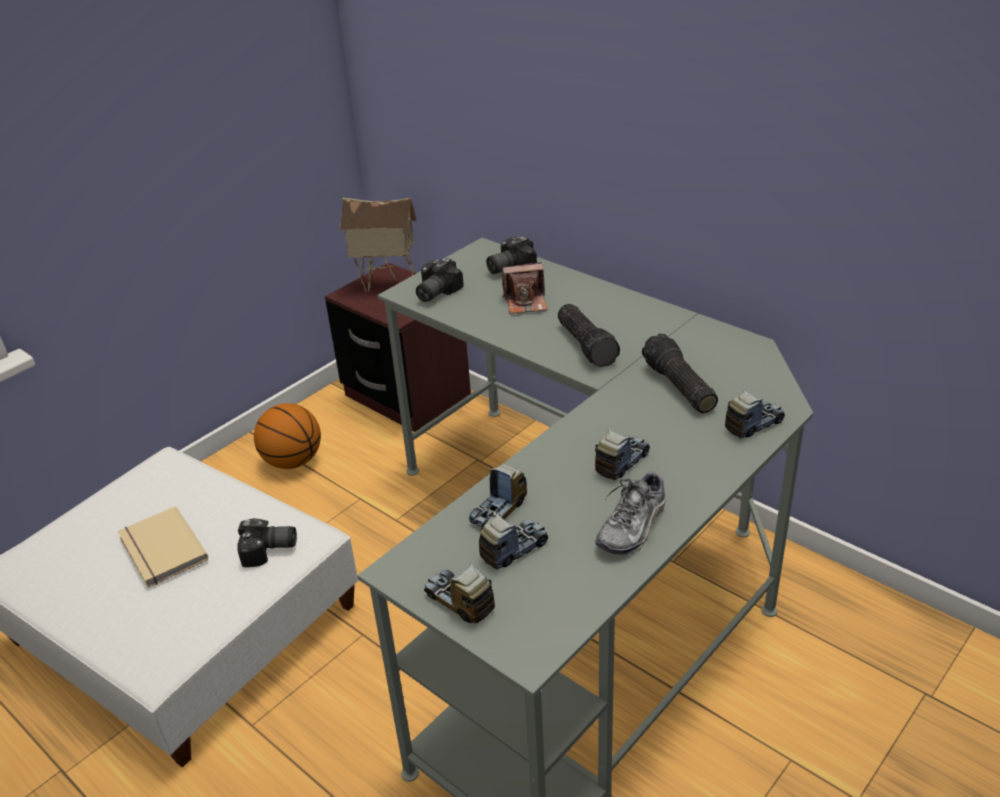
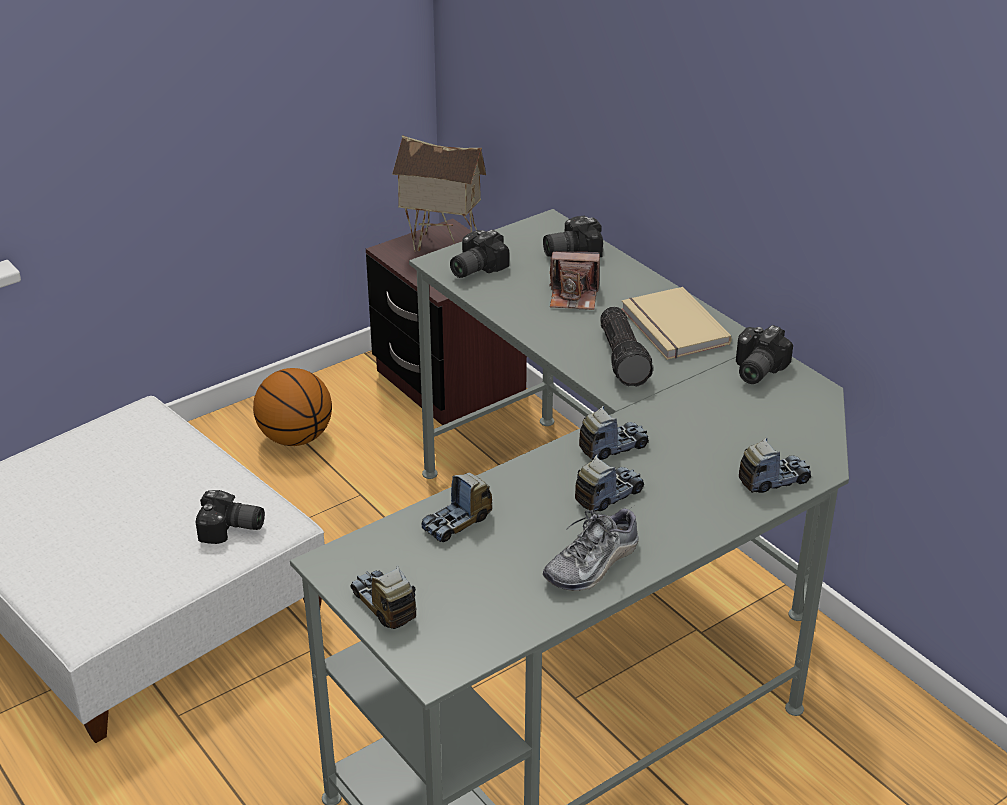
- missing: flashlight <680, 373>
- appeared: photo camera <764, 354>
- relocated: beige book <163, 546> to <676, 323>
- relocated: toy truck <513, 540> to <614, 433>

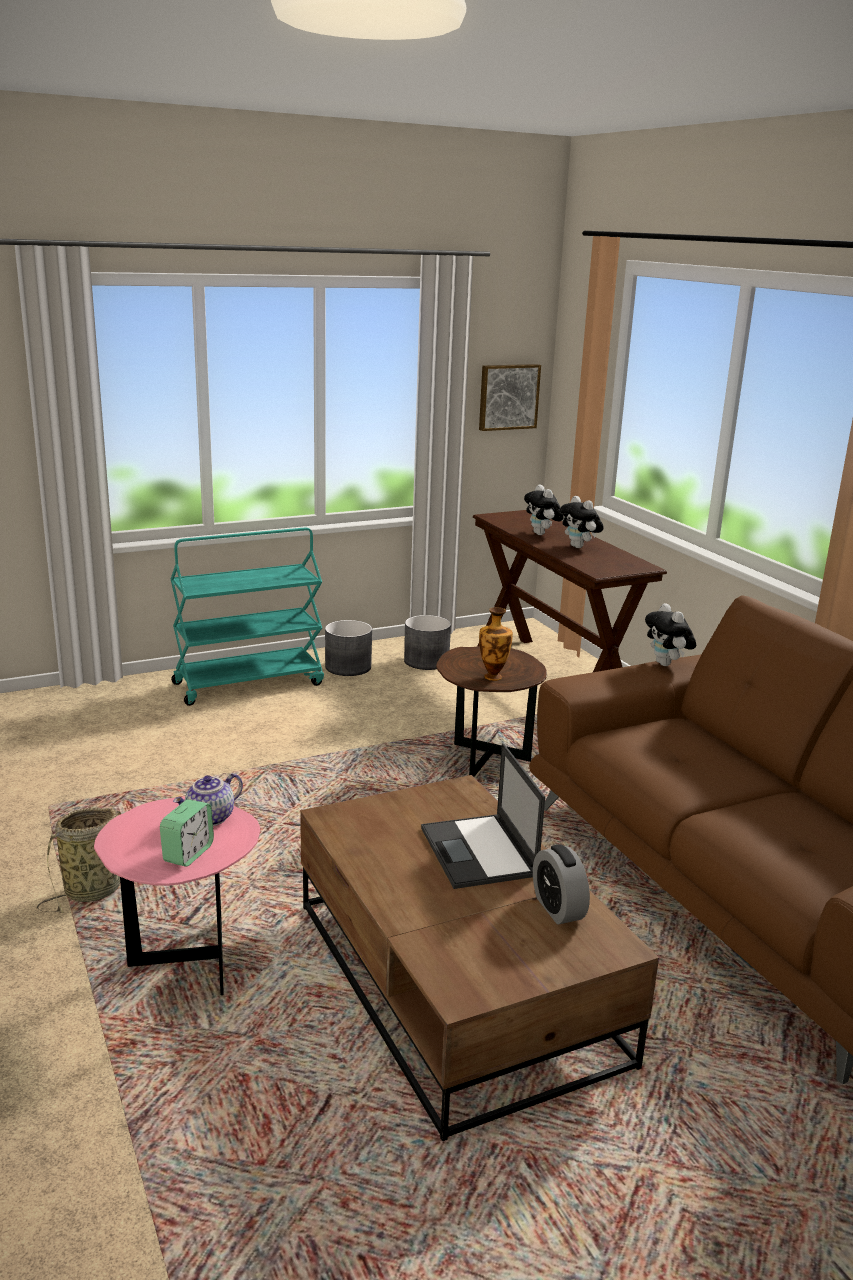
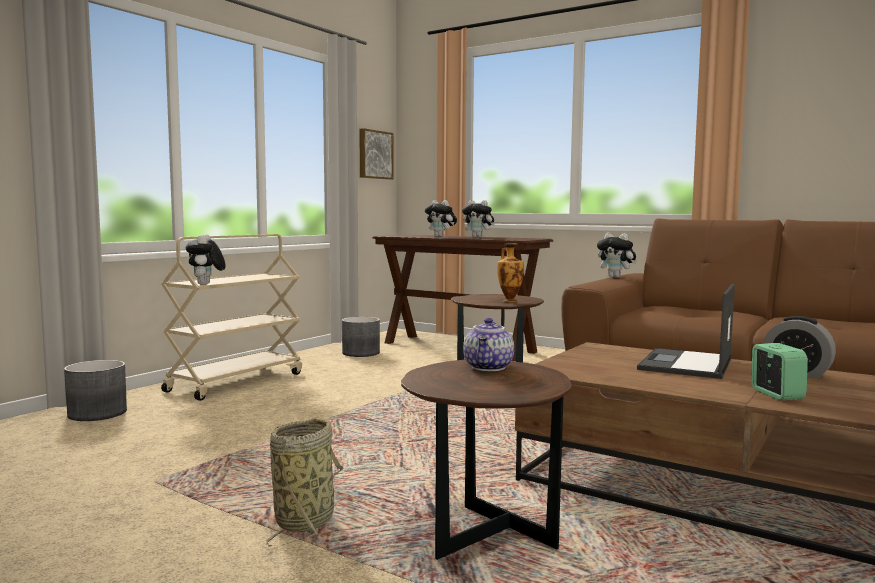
- appeared: plush toy <206, 259>
- relocated: alarm clock <187, 833> to <780, 371>
- relocated: grey planter <348, 648> to <95, 390>
- colour: pink side table <177, 895> to brown side table <486, 460>
- colour: turquoise cart <247, 616> to beige cart <231, 317>
- spun: laptop <483, 816> = <686, 331> 75 degrees clockwise

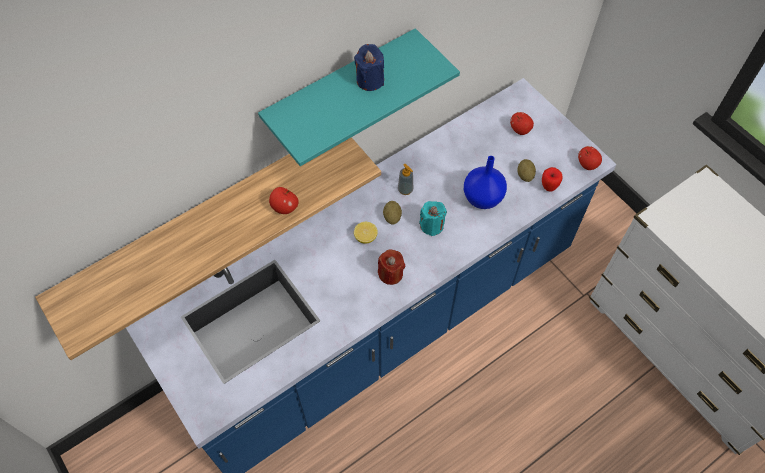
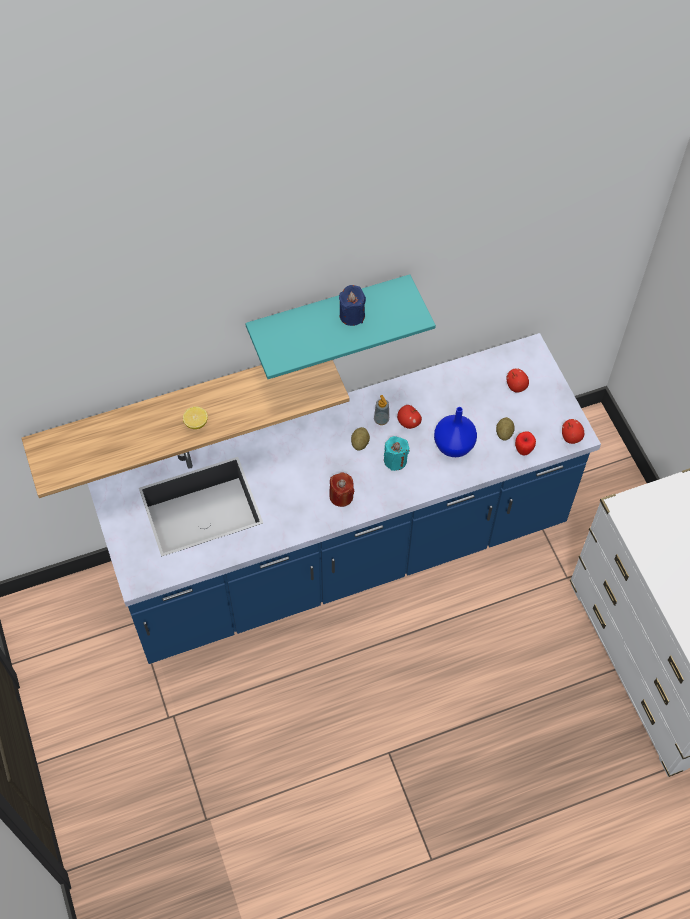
- relocated: apple <284, 200> to <409, 417>
- relocated: lemon <366, 233> to <195, 418>

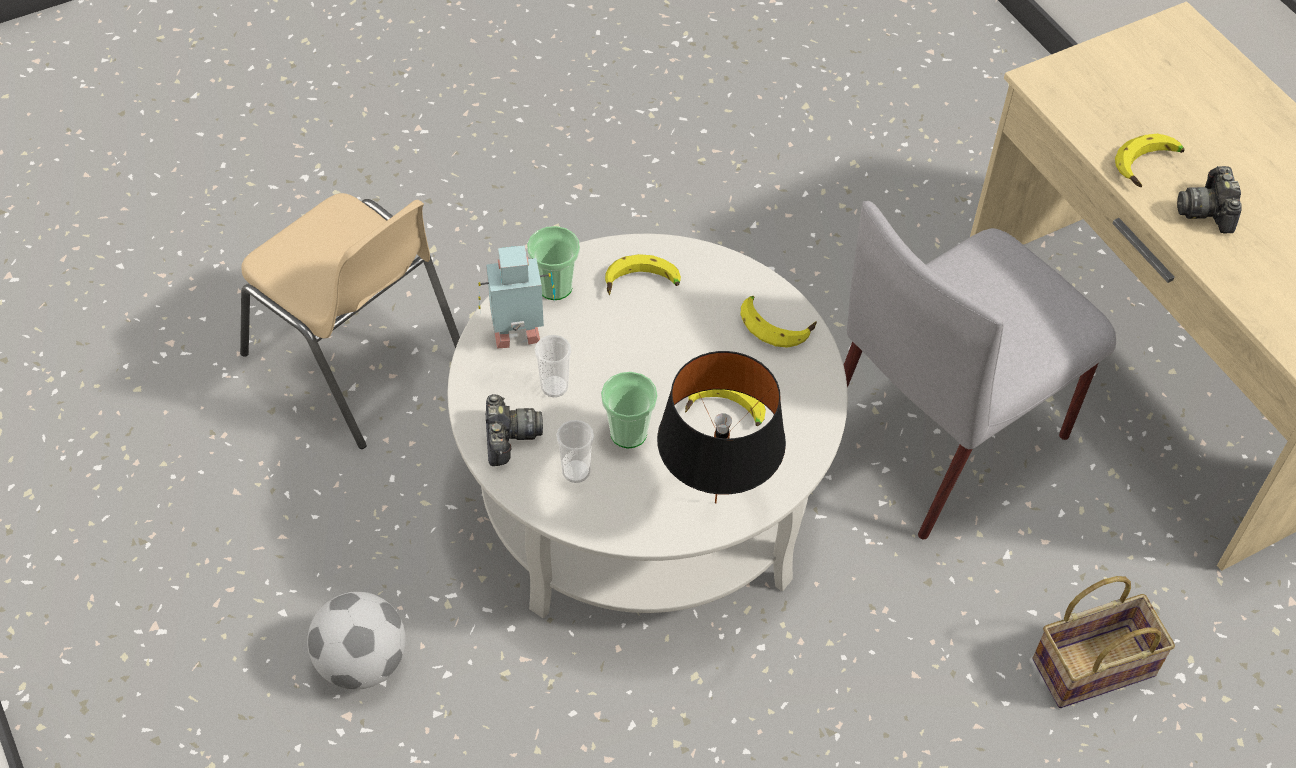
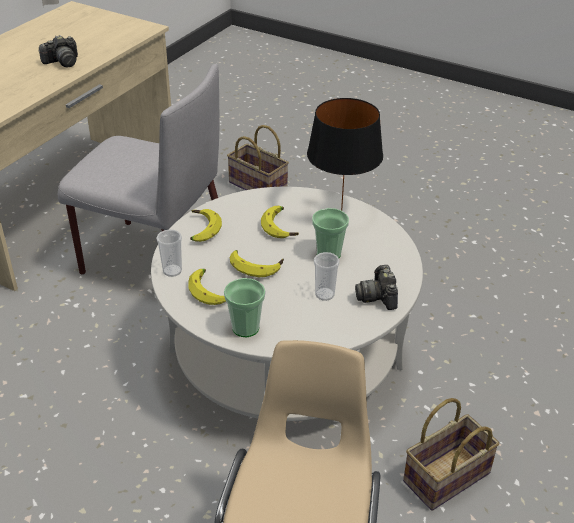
- missing: football <356, 641>
- missing: toy robot <516, 296>
- appeared: basket <451, 454>
- relocated: cup <575, 451> to <169, 253>
- relocated: banana <1149, 160> to <256, 263>
- spun: photo camera <514, 430> = <376, 287> 60 degrees counterclockwise

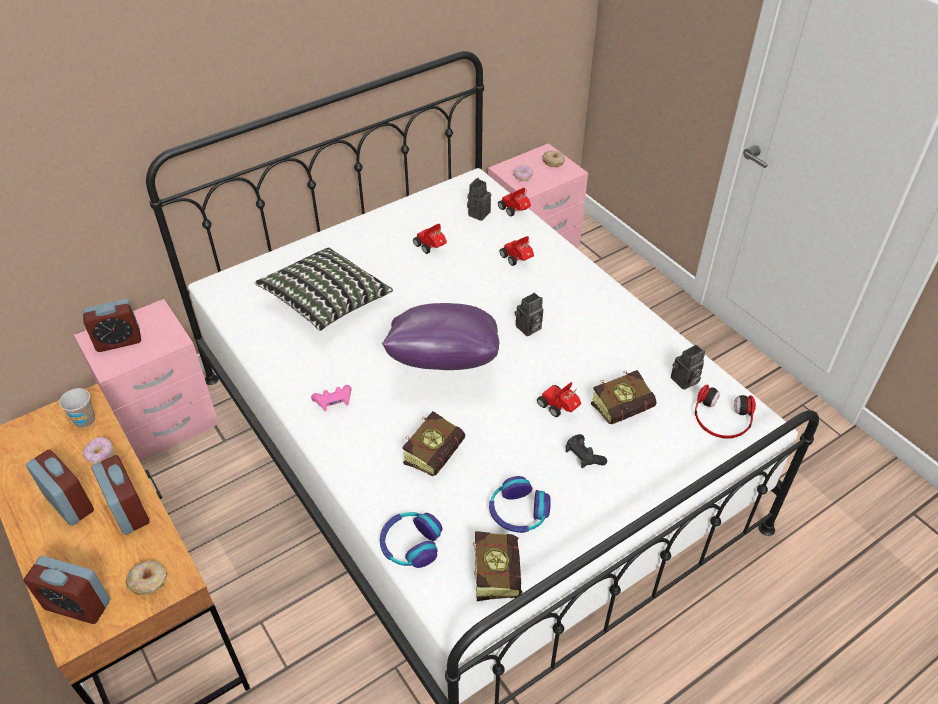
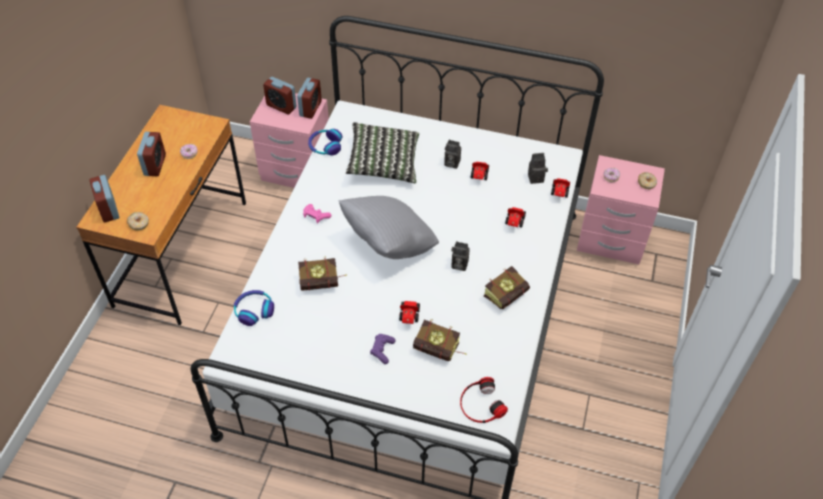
- missing: cup <77, 408>
- relocated: alarm clock <120, 495> to <309, 98>
- relocated: book <497, 566> to <507, 287>
- relocated: headphones <520, 504> to <325, 142>
- relocated: photo camera <688, 367> to <452, 154>
- colour: purple pillow <440, 336> to grey pillow <389, 227>
- colour: black game controller <586, 451> to purple game controller <382, 349>

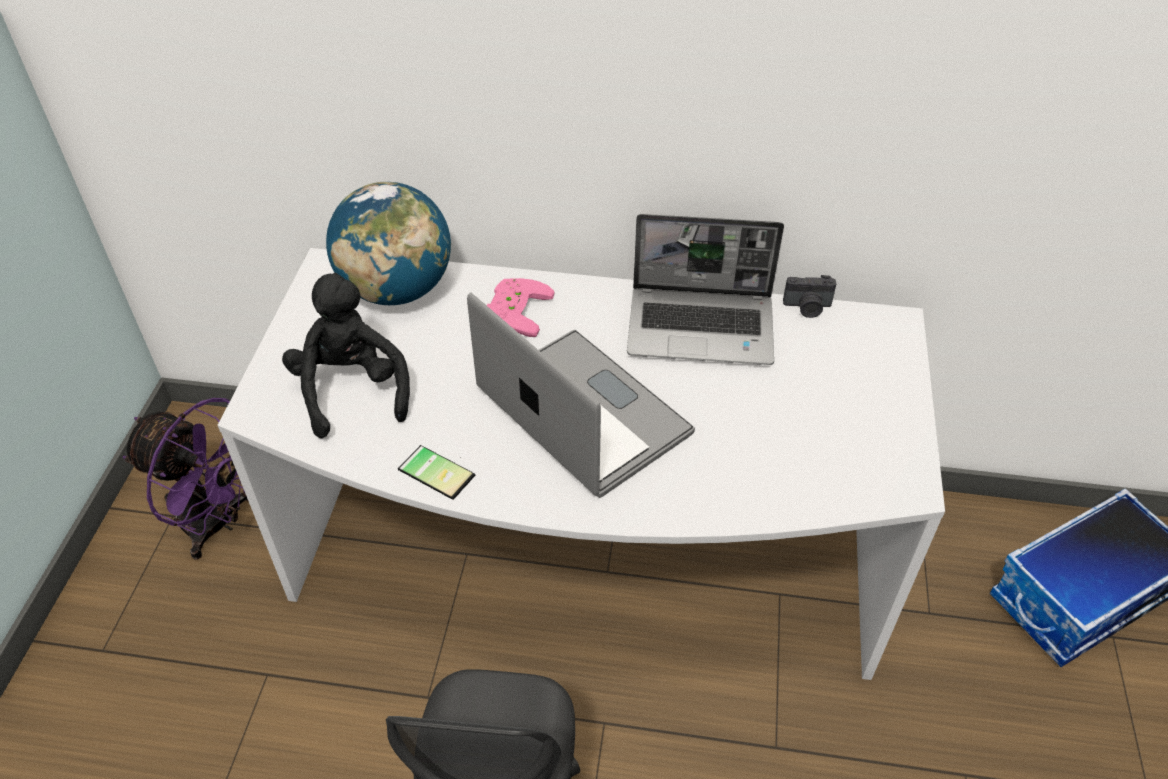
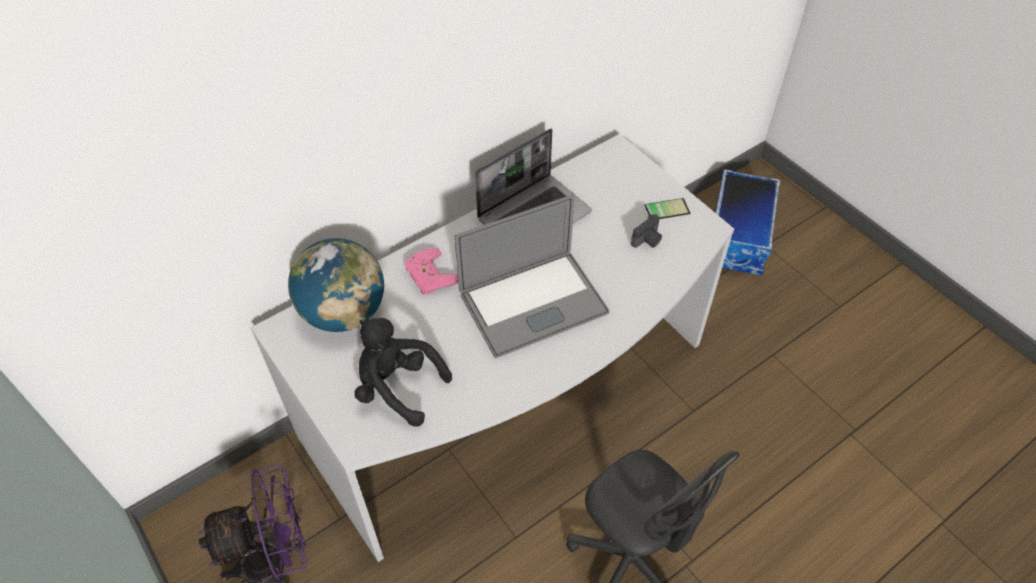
- relocated: phone <436, 472> to <667, 208>
- relocated: photo camera <809, 296> to <646, 231>
- spun: laptop <581, 395> = <532, 276> 150 degrees clockwise

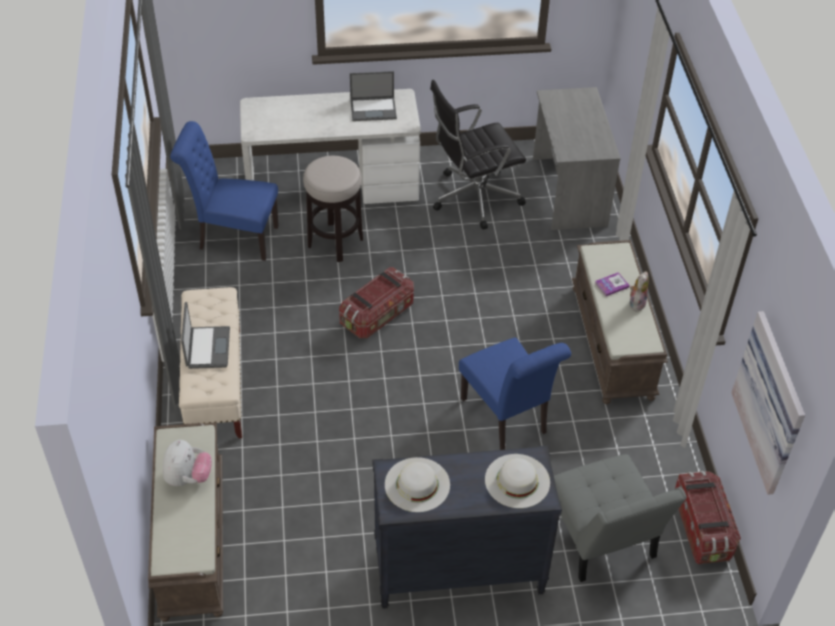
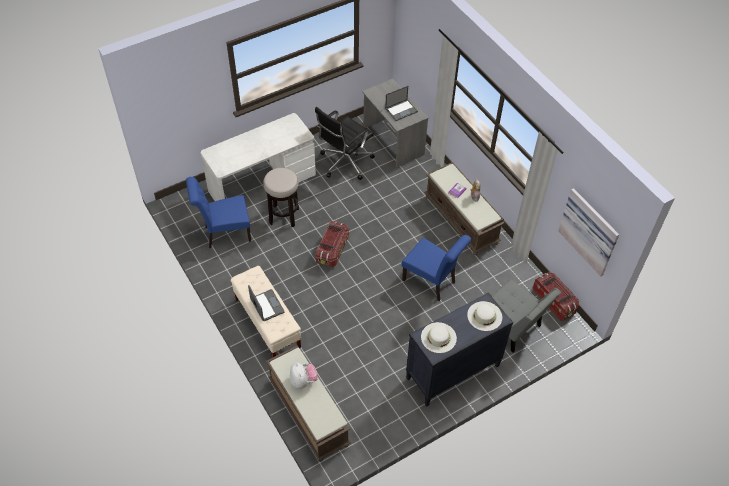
- relocated: laptop <373, 96> to <401, 103>

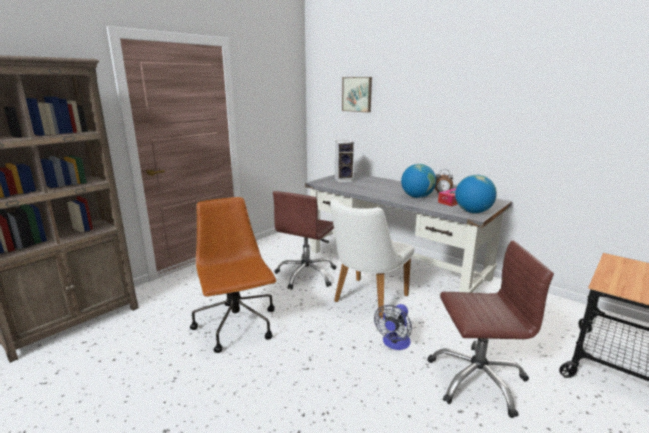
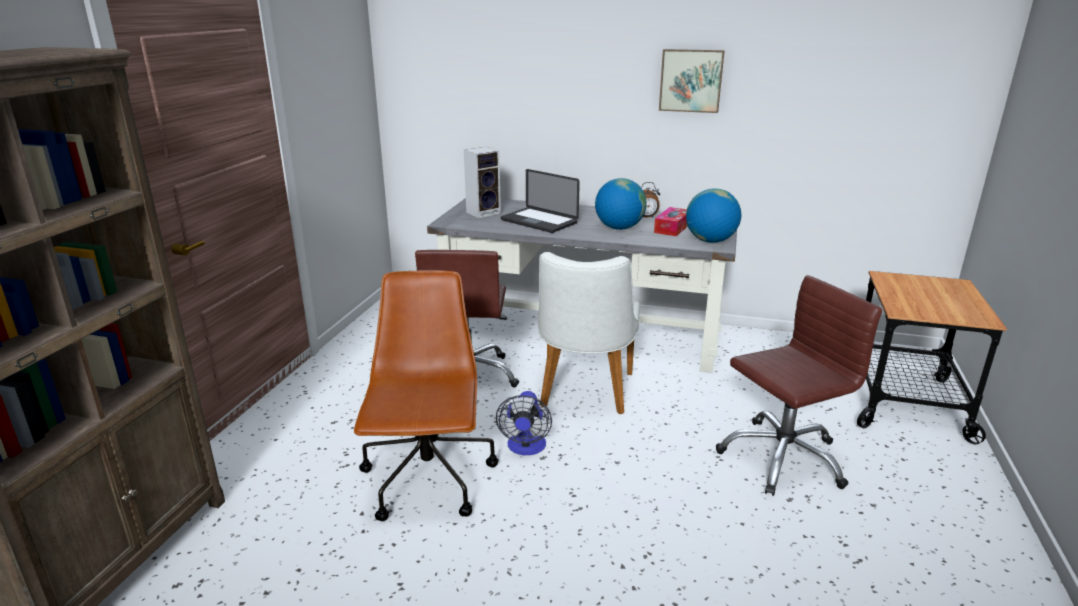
- appeared: laptop <540, 201>
- relocated: picture <357, 94> to <692, 81>
- relocated: fan <393, 327> to <524, 423>
- spun: brown office chair <233, 275> = <426, 395> 45 degrees clockwise

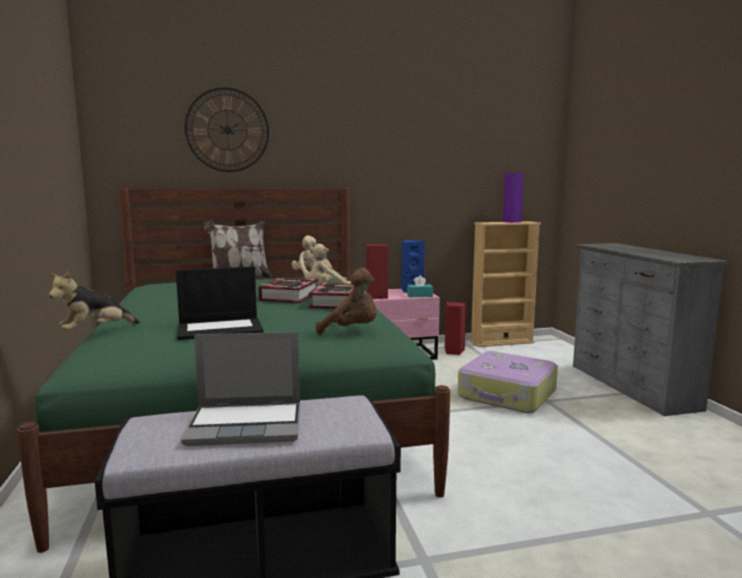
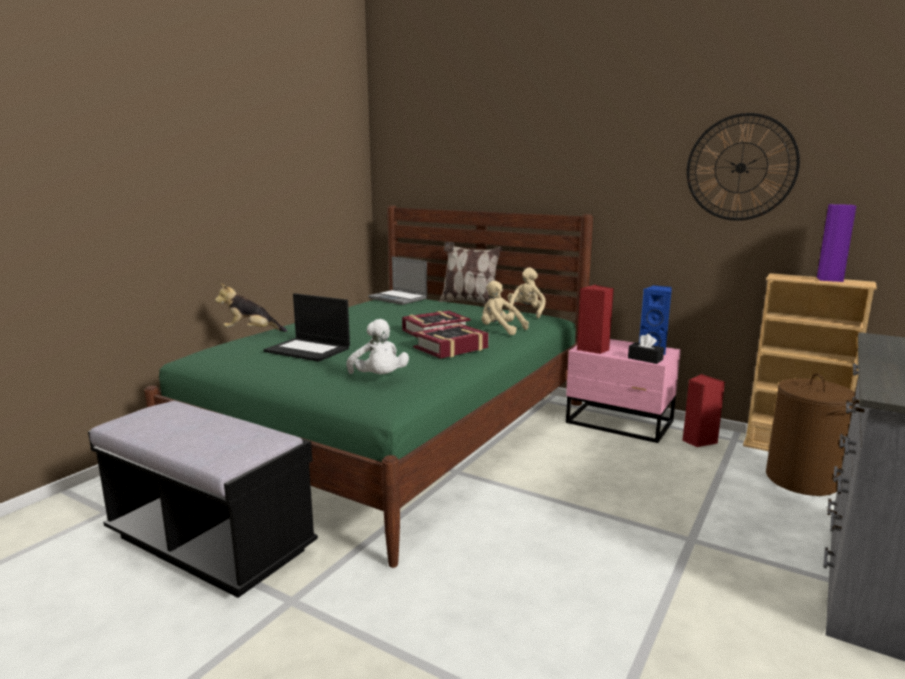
- missing: suitcase <508, 382>
- appeared: brown laundry basket <811, 434>
- relocated: laptop <240, 389> to <398, 280>
- relocated: wall clock <227, 129> to <743, 167>
- colour: brown plush toy <346, 301> to white plush toy <377, 346>
- colour: turquoise tissue box <420, 286> to black tissue box <646, 349>

